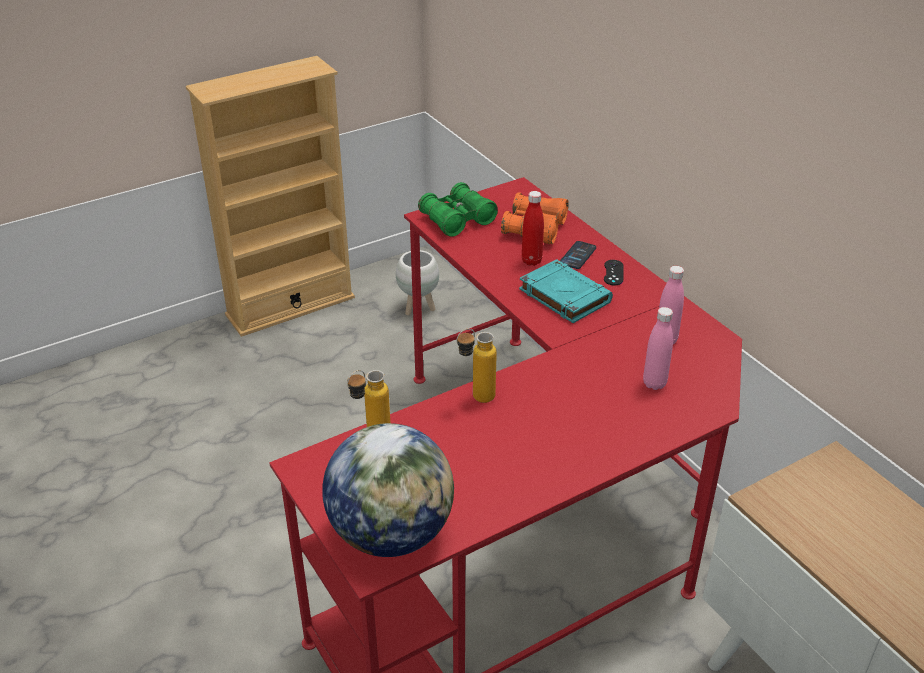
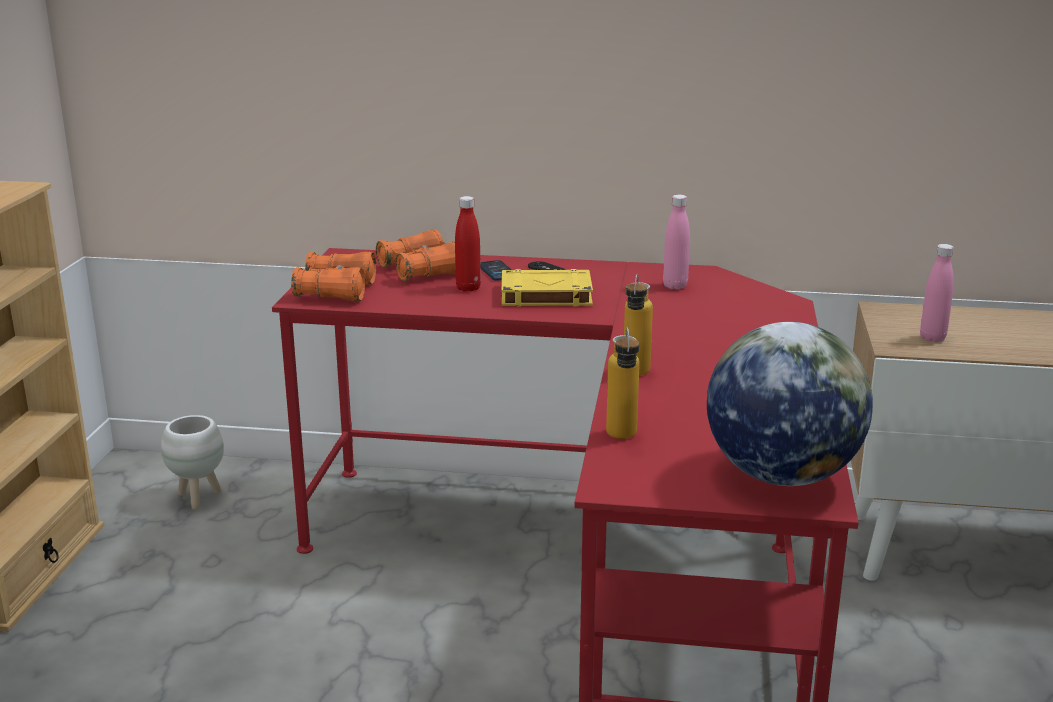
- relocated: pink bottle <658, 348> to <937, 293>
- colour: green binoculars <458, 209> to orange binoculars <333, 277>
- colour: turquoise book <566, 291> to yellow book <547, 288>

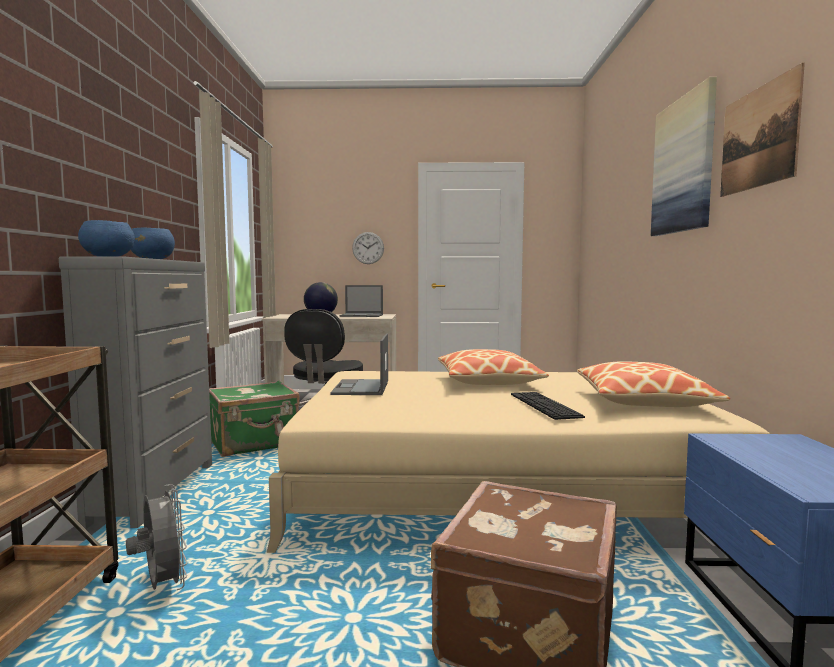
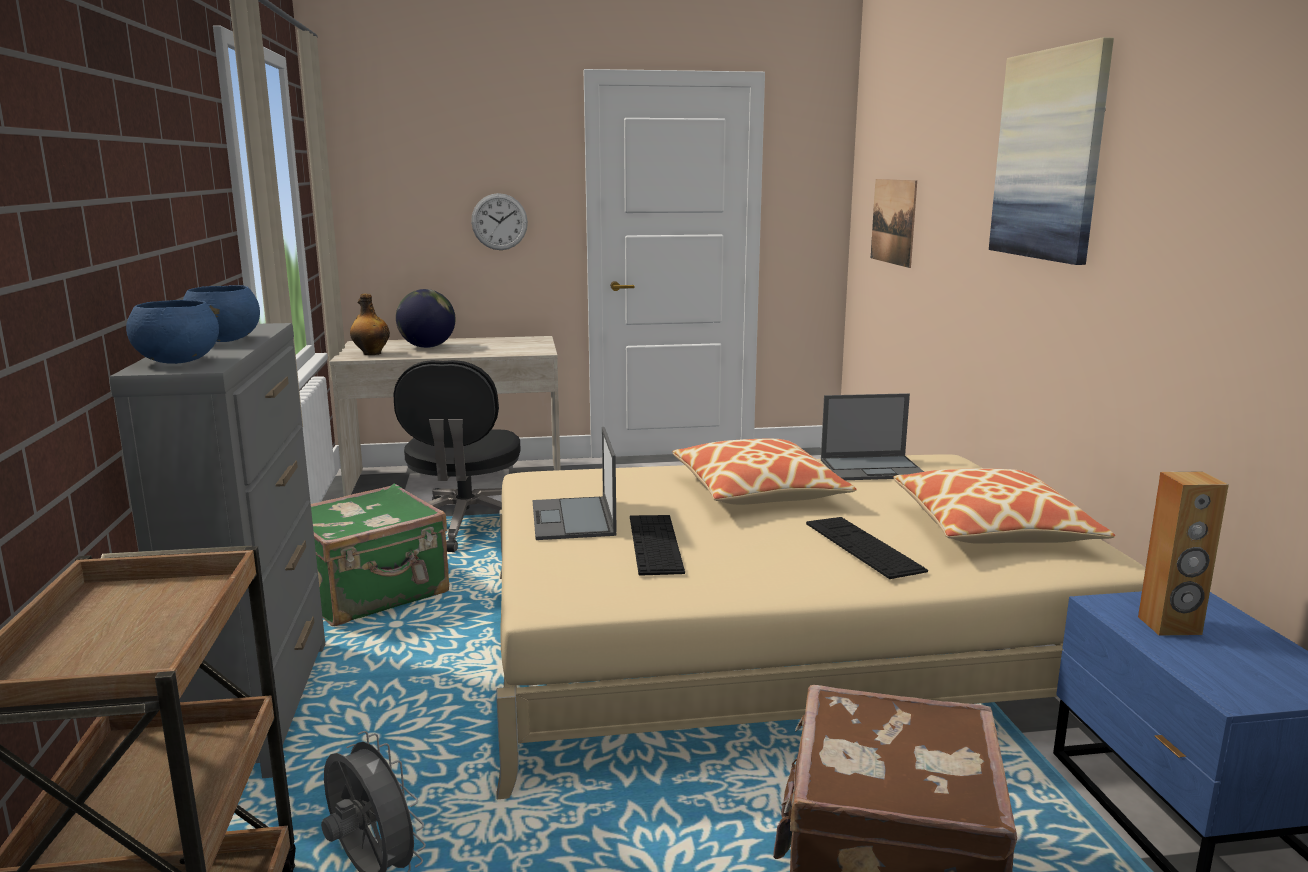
- appeared: bottle <370, 324>
- appeared: keyboard <657, 545>
- appeared: brown speaker <1183, 554>
- relocated: laptop <361, 301> to <872, 436>
- relocated: picture <762, 130> to <894, 223>

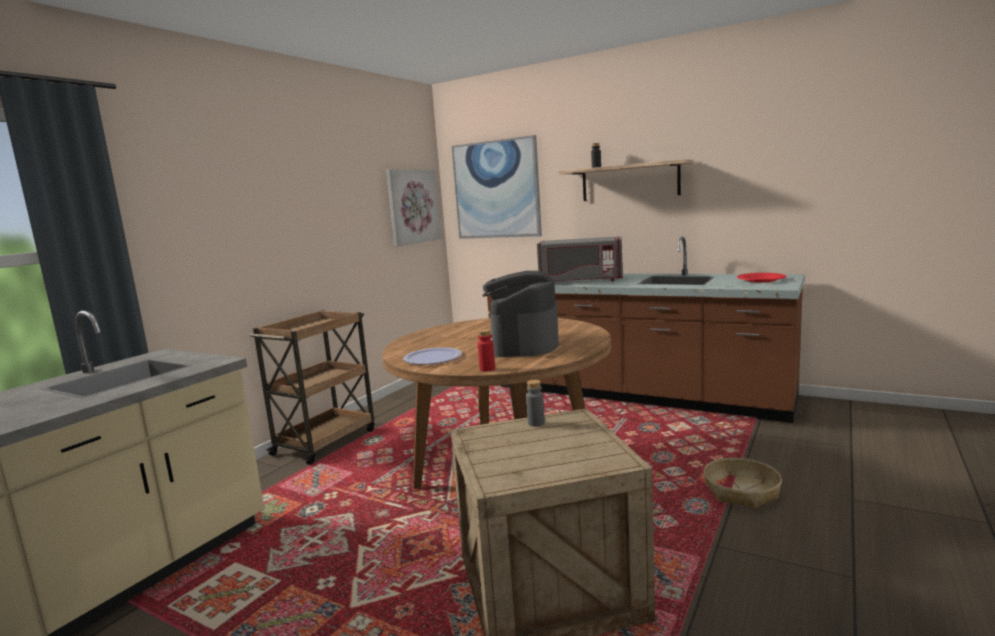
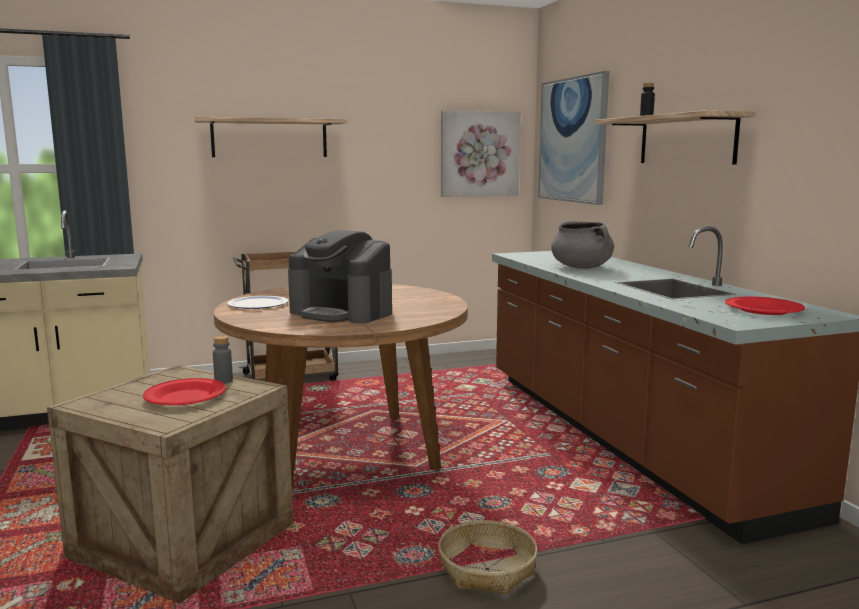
- missing: red bottle <486, 350>
- appeared: red plate <184, 391>
- appeared: shelf <271, 137>
- exchanged: grey microwave <580, 258> to grey cooking pot <582, 245>
- spun: coffee machine <520, 314> = <340, 277> 105 degrees counterclockwise

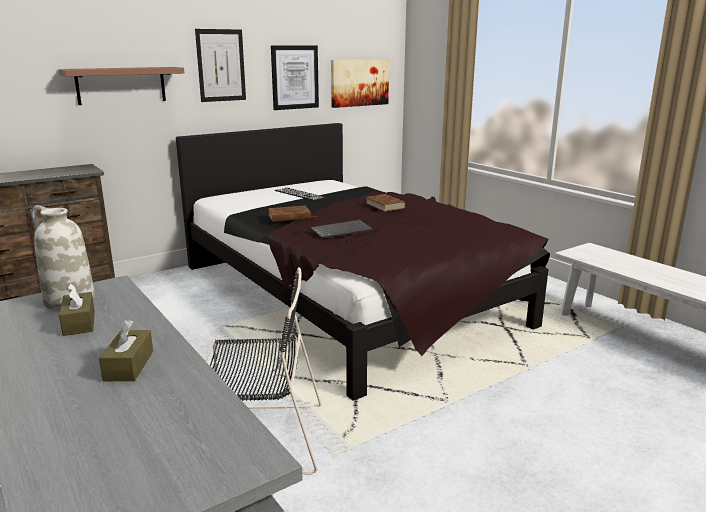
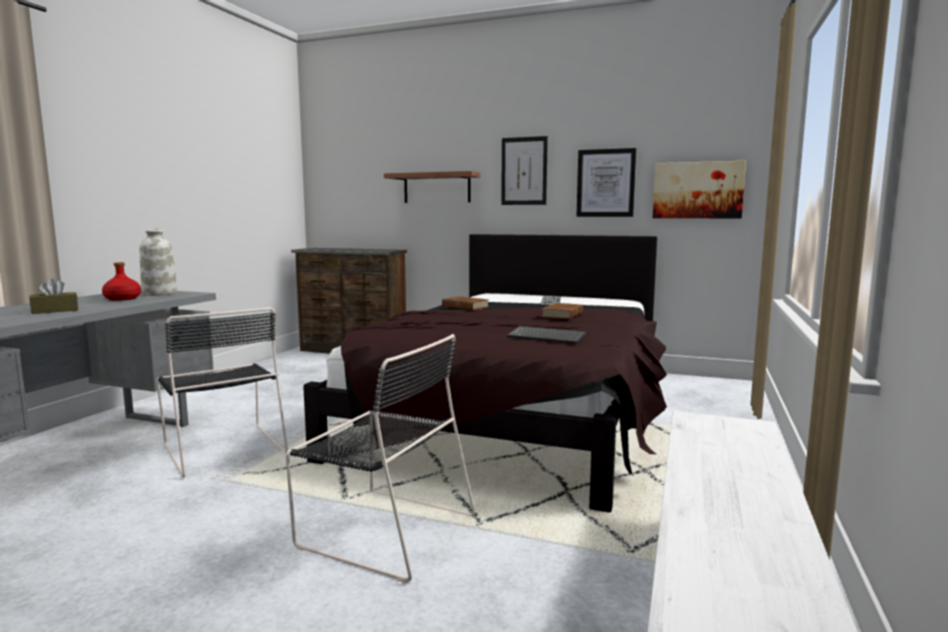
- appeared: black chair <380, 458>
- relocated: keyboard <341, 229> to <547, 335>
- exchanged: brown tissue box <77, 309> to red bottle <121, 281>

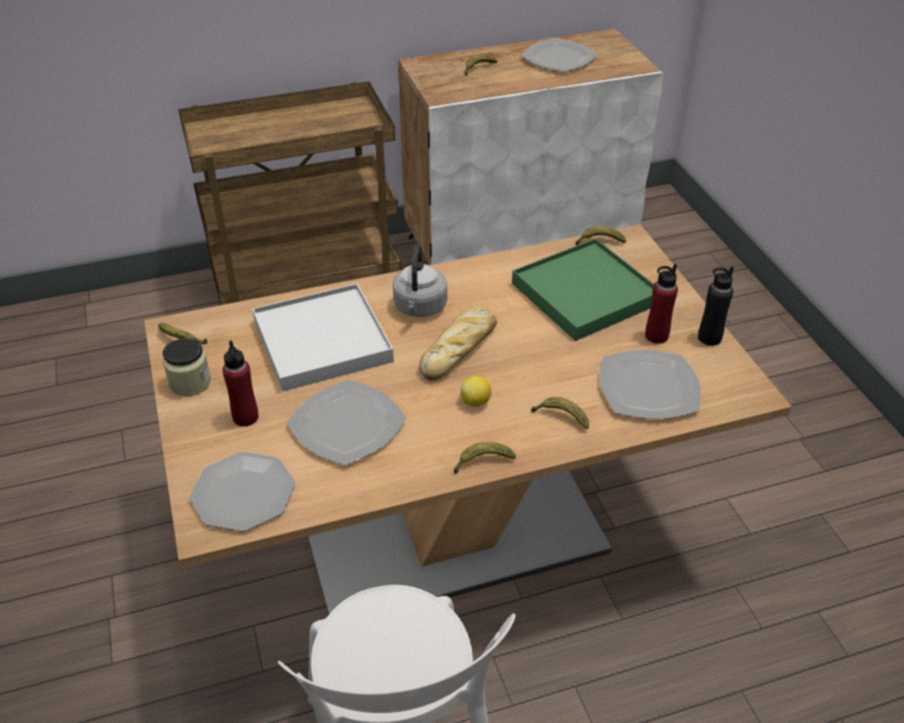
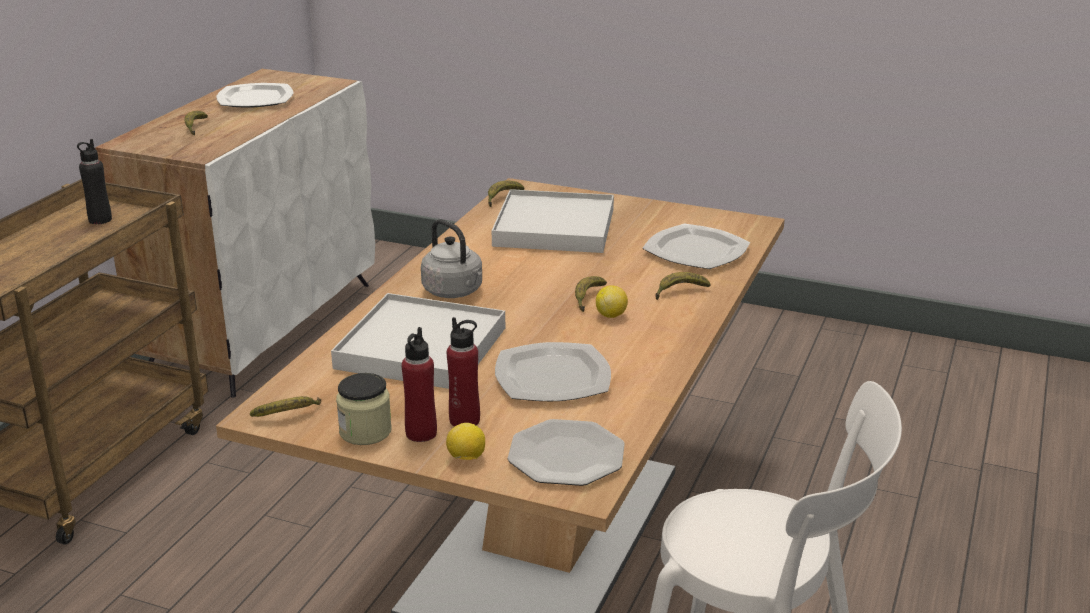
- missing: bread <458, 343>
- appeared: lemon <465, 441>
- relocated: banana <485, 458> to <591, 294>
- relocated: red bottle <661, 304> to <419, 384>
- relocated: black bottle <716, 306> to <94, 181>
- colour: green tray <583, 289> to white tray <553, 221>

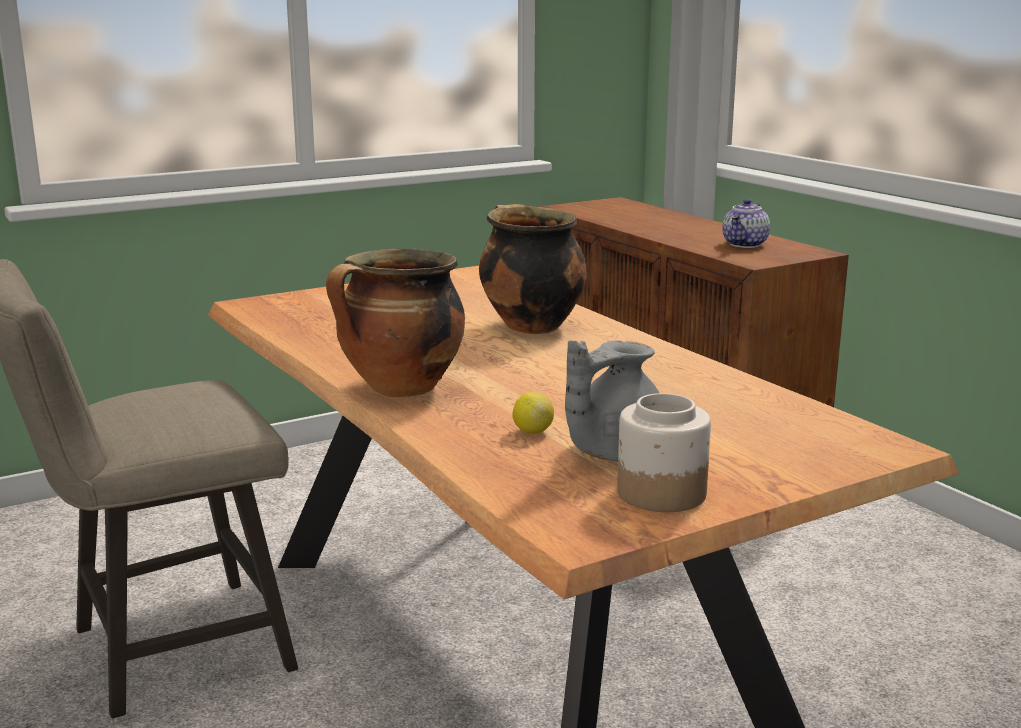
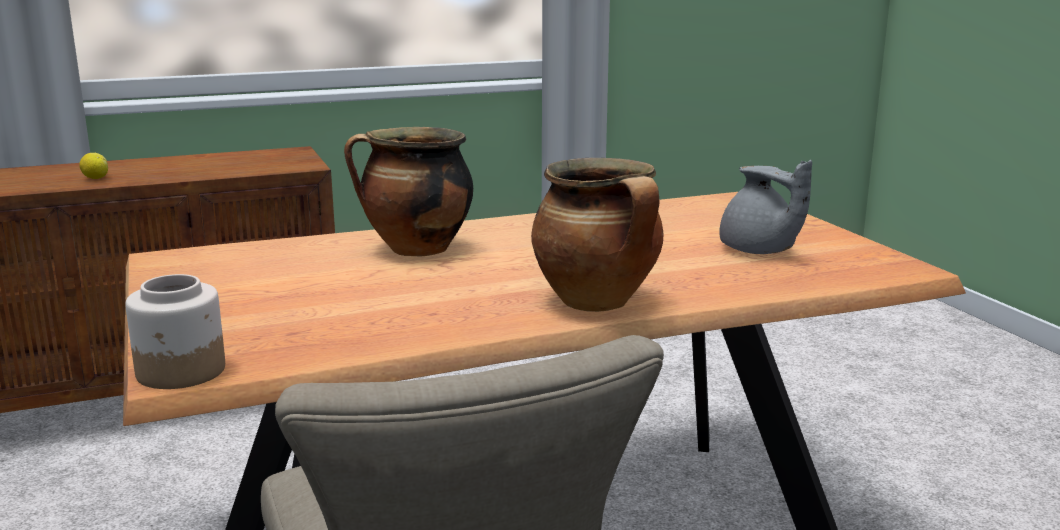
- missing: teapot <746, 223>
- relocated: lemon <533, 413> to <93, 166>
- relocated: jar <664, 452> to <175, 331>

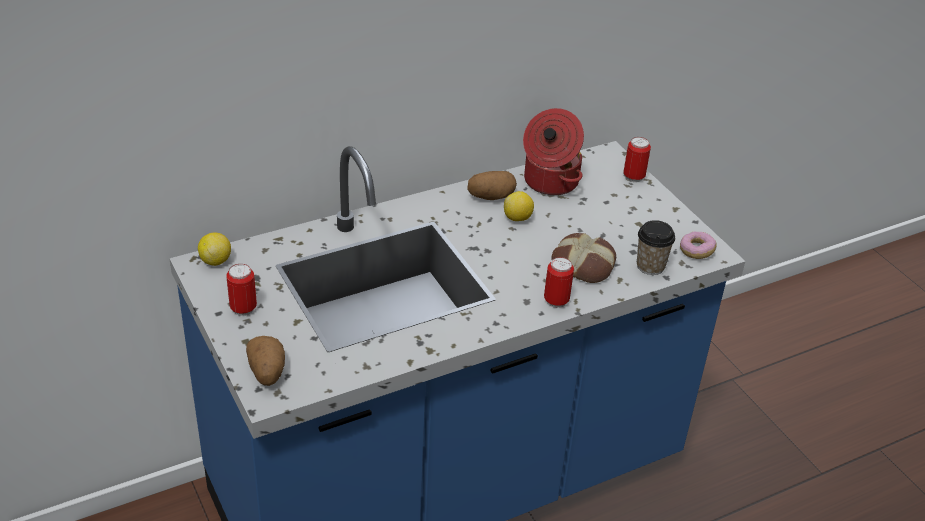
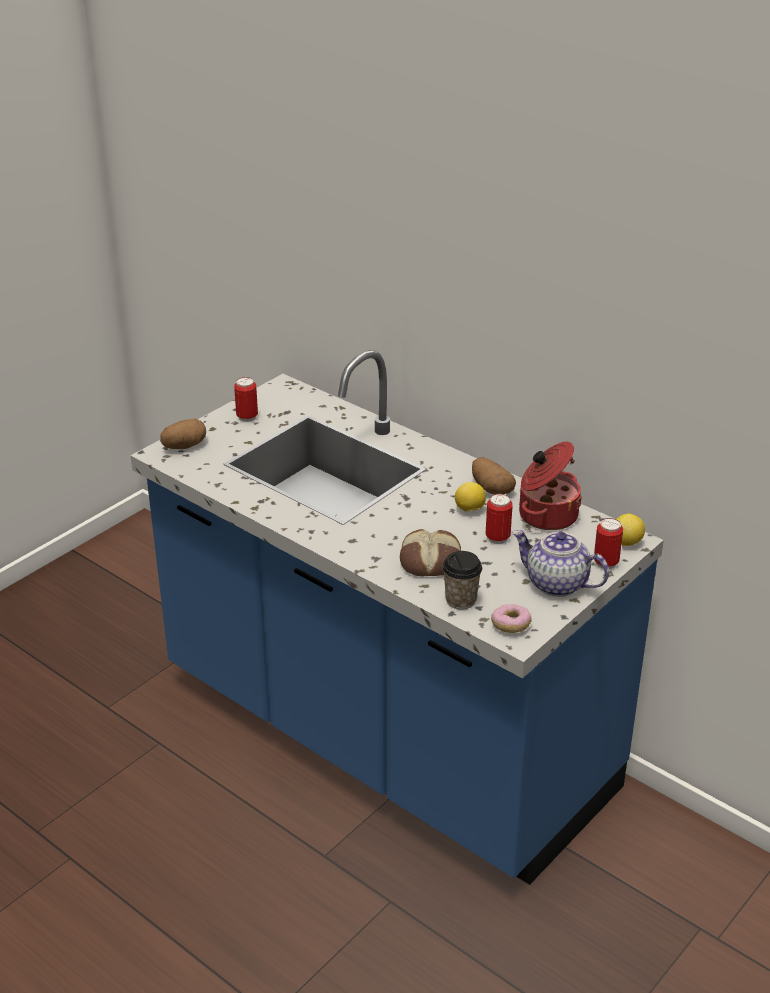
- appeared: teapot <560, 563>
- relocated: lemon <214, 249> to <630, 530>
- relocated: can <559, 282> to <499, 519>

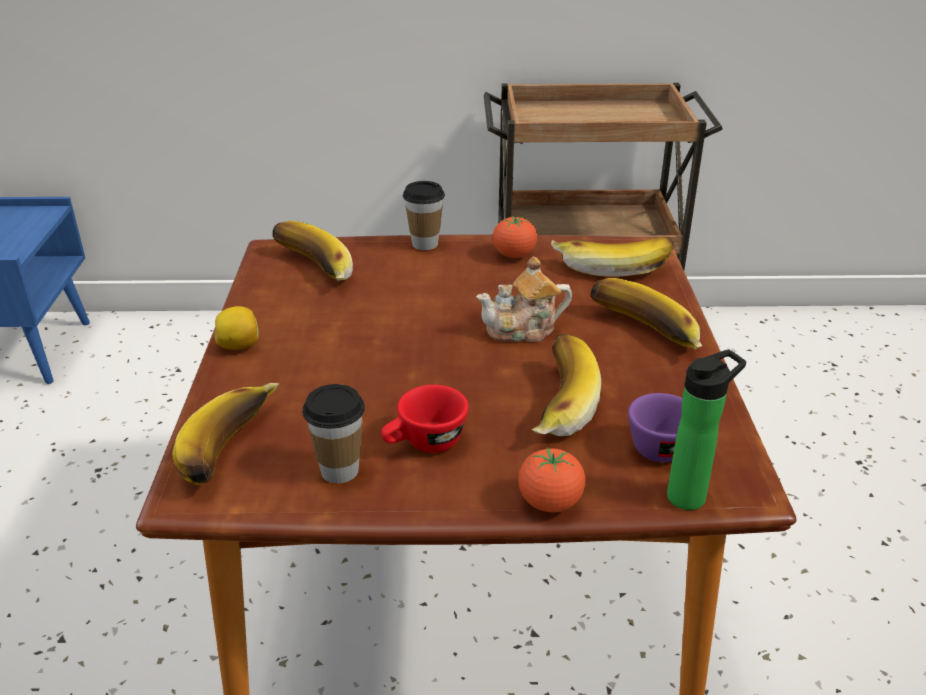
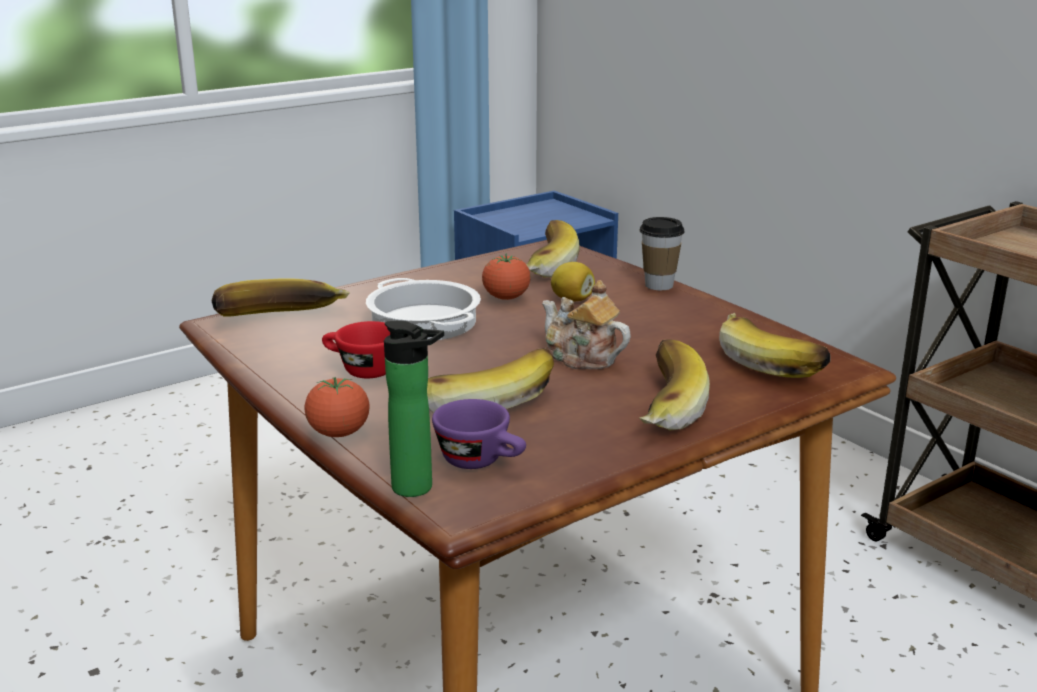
- missing: cup <333, 433>
- appeared: cooking pot <423, 309>
- relocated: lemon <236, 328> to <573, 281>
- relocated: tomato <515, 237> to <506, 276>

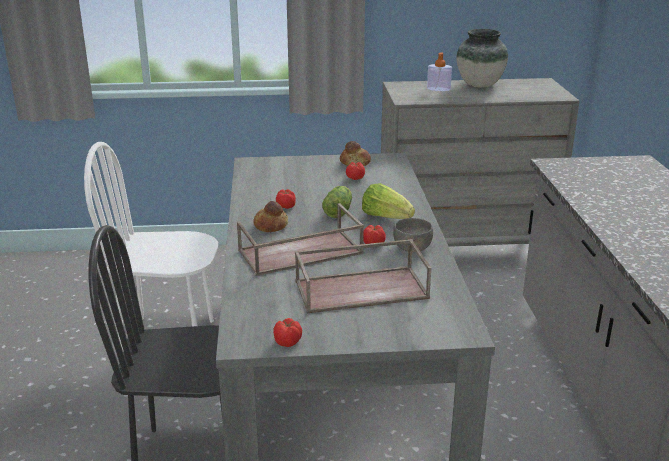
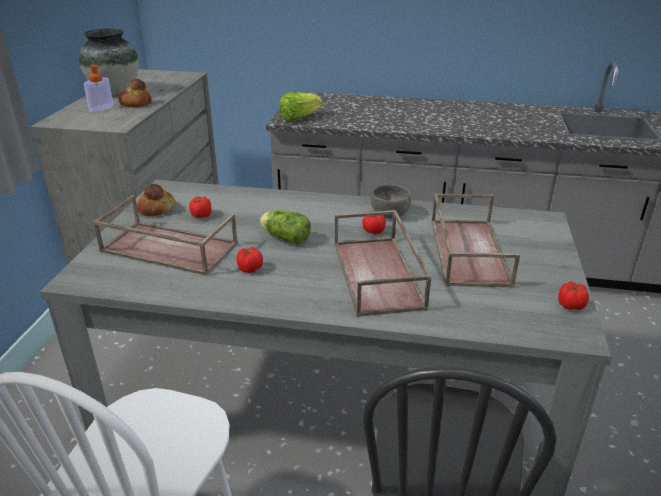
- appeared: brown tray <165, 235>
- relocated: bread <270, 216> to <135, 93>
- relocated: lettuce <388, 201> to <301, 106>

